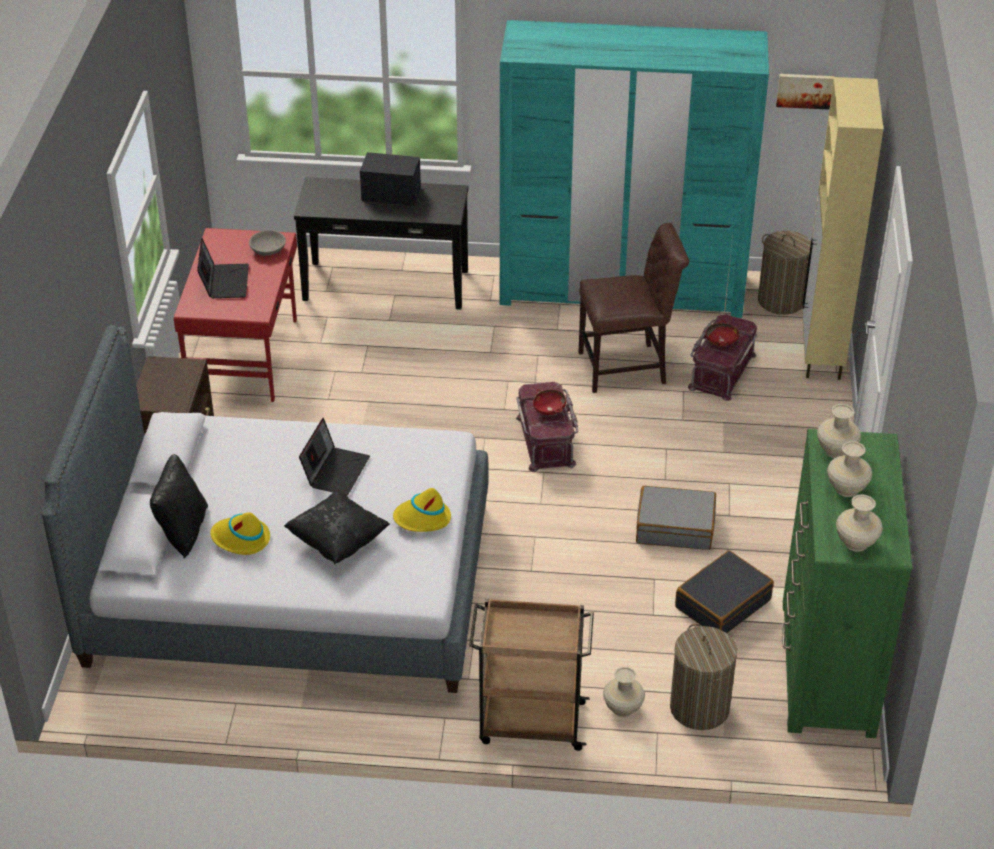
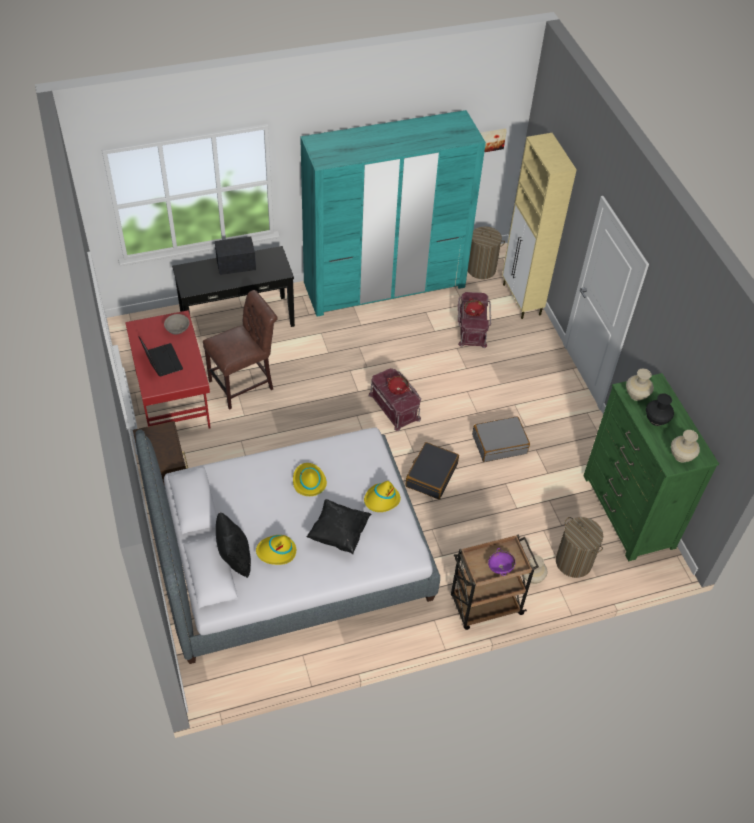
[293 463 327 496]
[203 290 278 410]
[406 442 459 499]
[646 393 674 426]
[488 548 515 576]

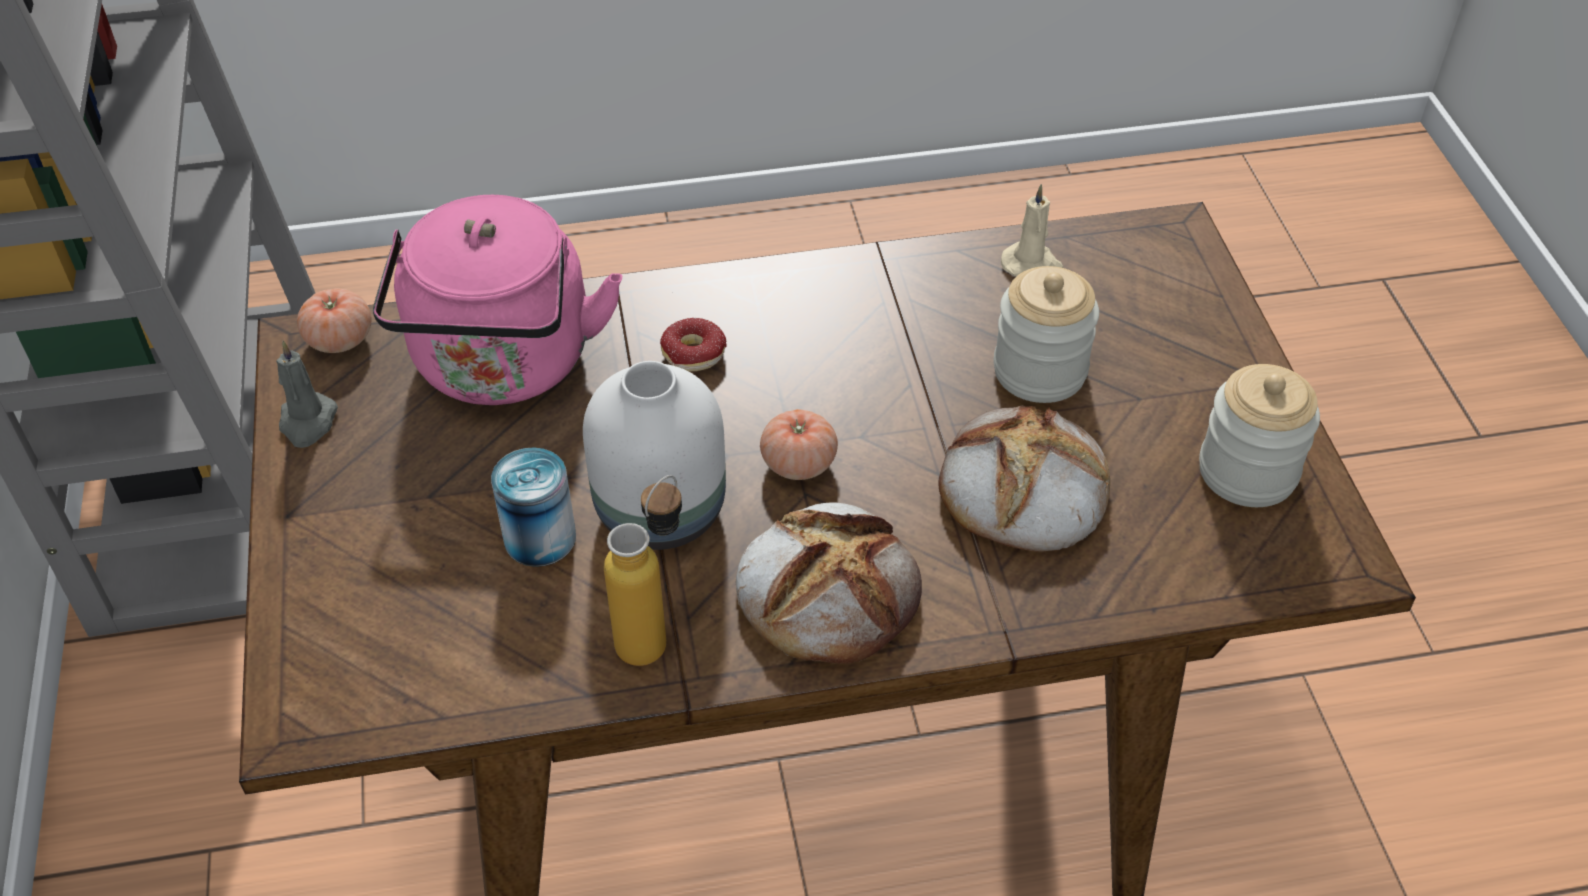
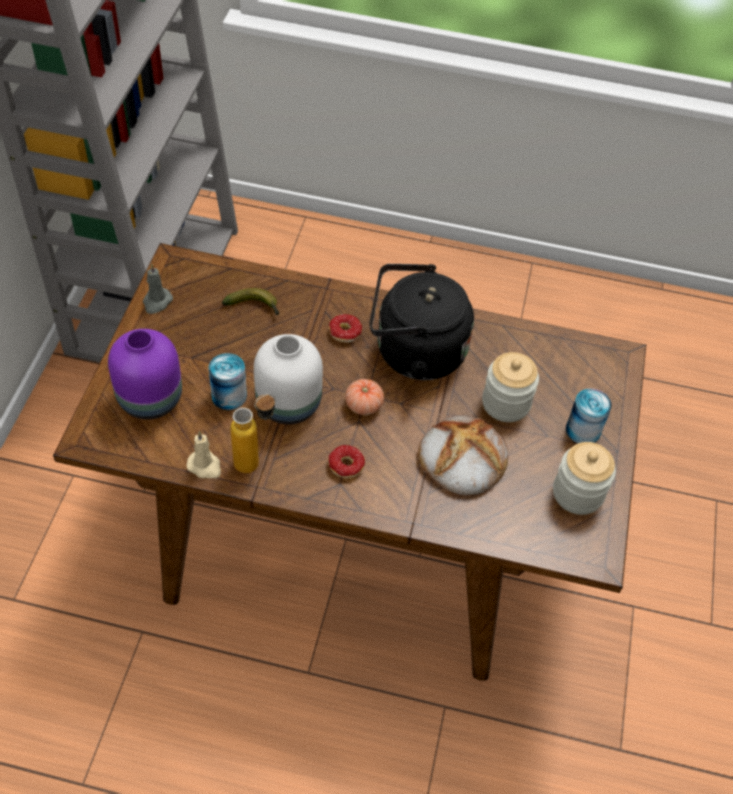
[297 288 372 353] (first image)
[222 288 279 315]
[328 445 365 478]
[186 431 221 478]
[108 329 182 420]
[370 264 474 380]
[566 388 612 443]

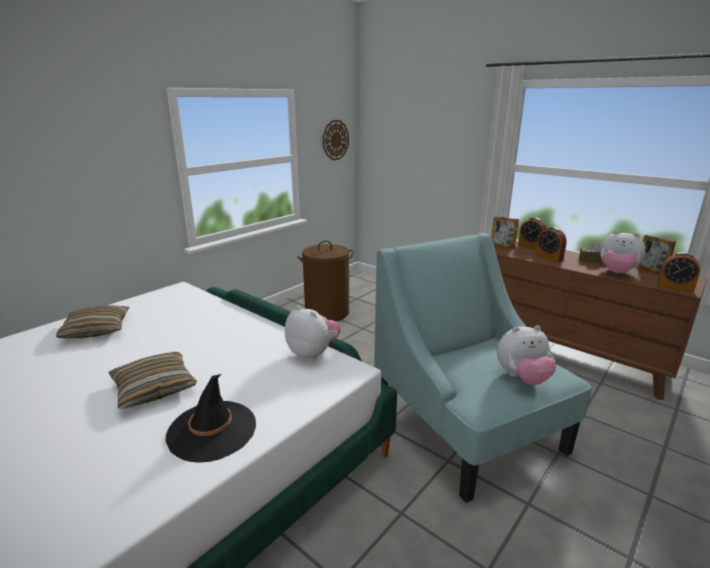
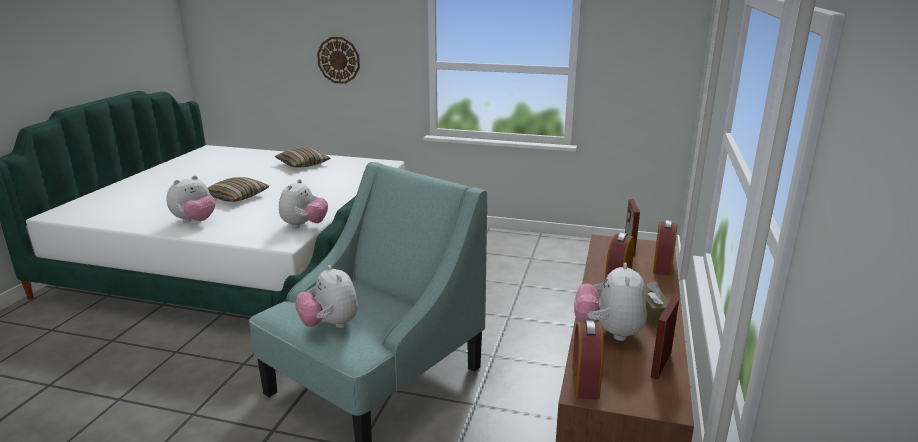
[166 176 215 222]
[297 241 354 321] (first image)
[317 37 360 84]

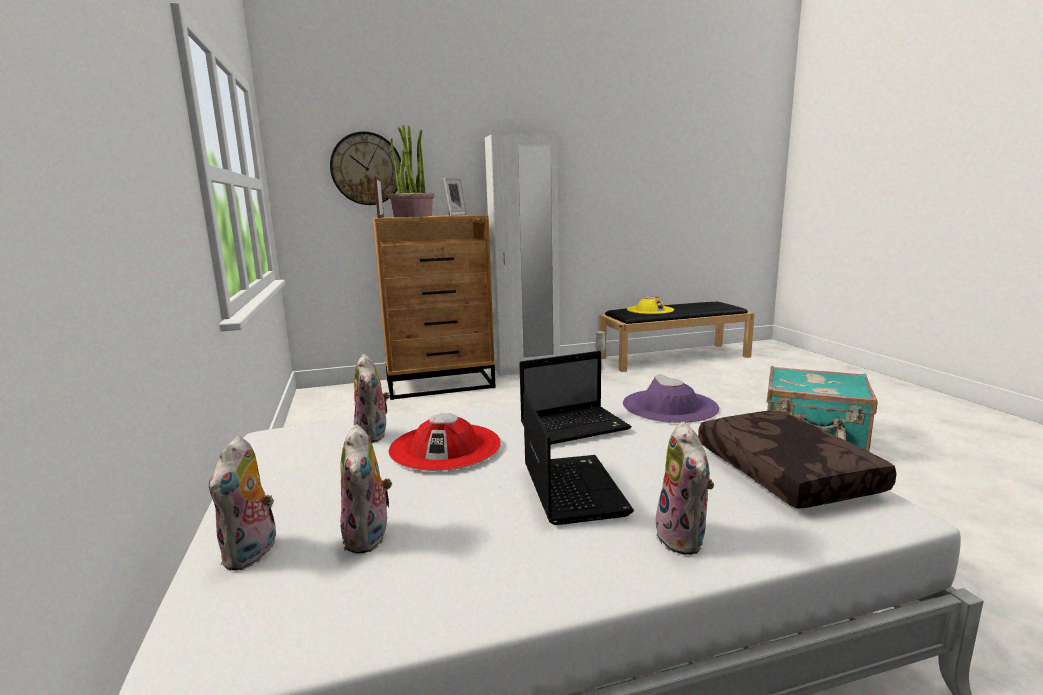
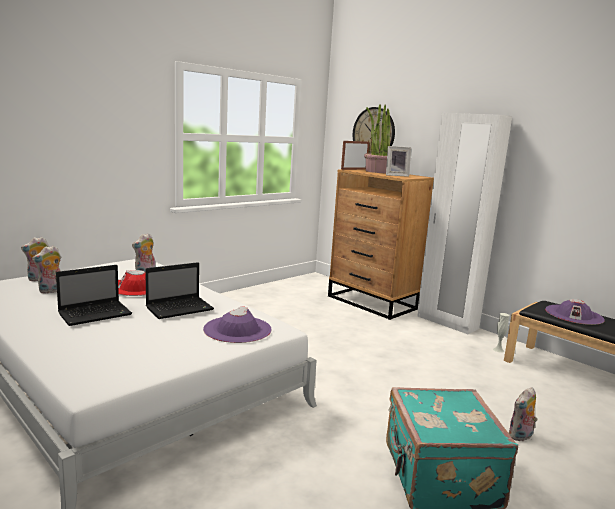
[145 262 214 319]
[545 299 605 325]
[508 387 537 441]
[698 411 896 509] (first image)

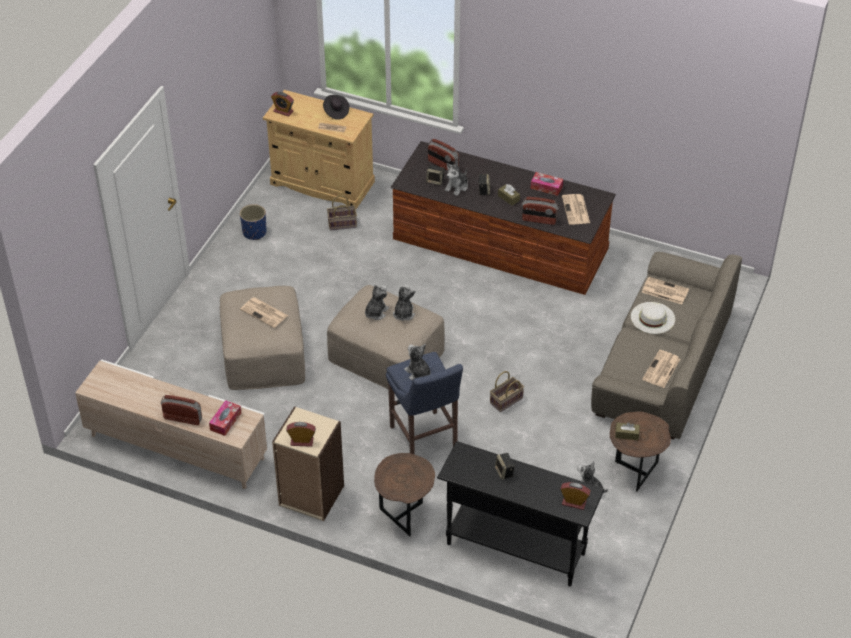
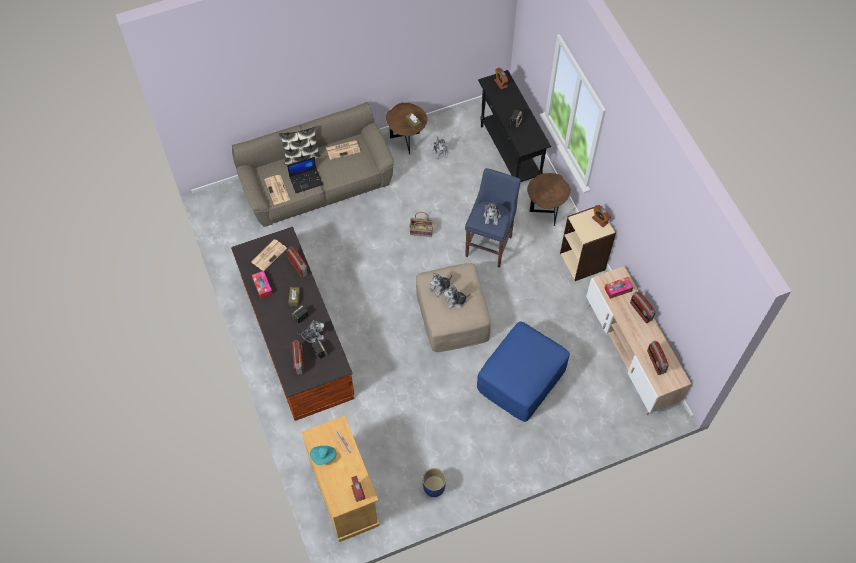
[477 322 570 422]
[240 297 288 328] (first image)
[310 446 336 465]
[327 195 357 230] (first image)
[287 157 323 193]
[279 126 321 165]
[647 341 669 375]

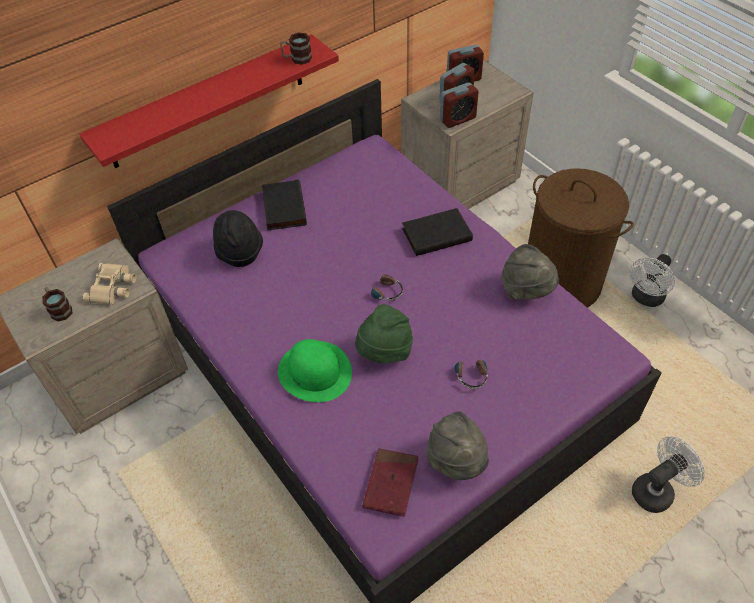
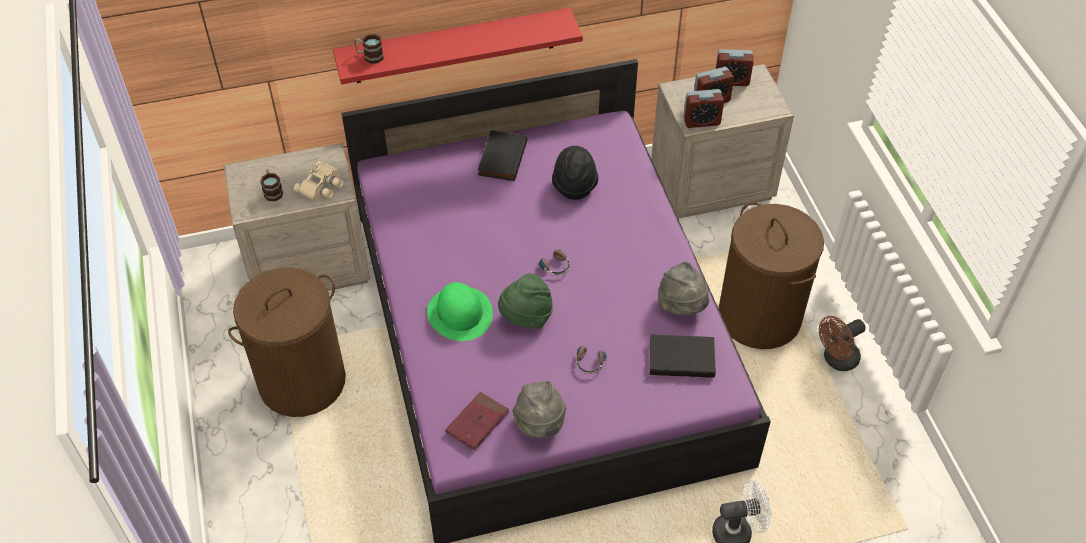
[552 146 598 200]
[354 34 384 64]
[650 334 716 378]
[819 316 866 371]
[228 267 346 417]

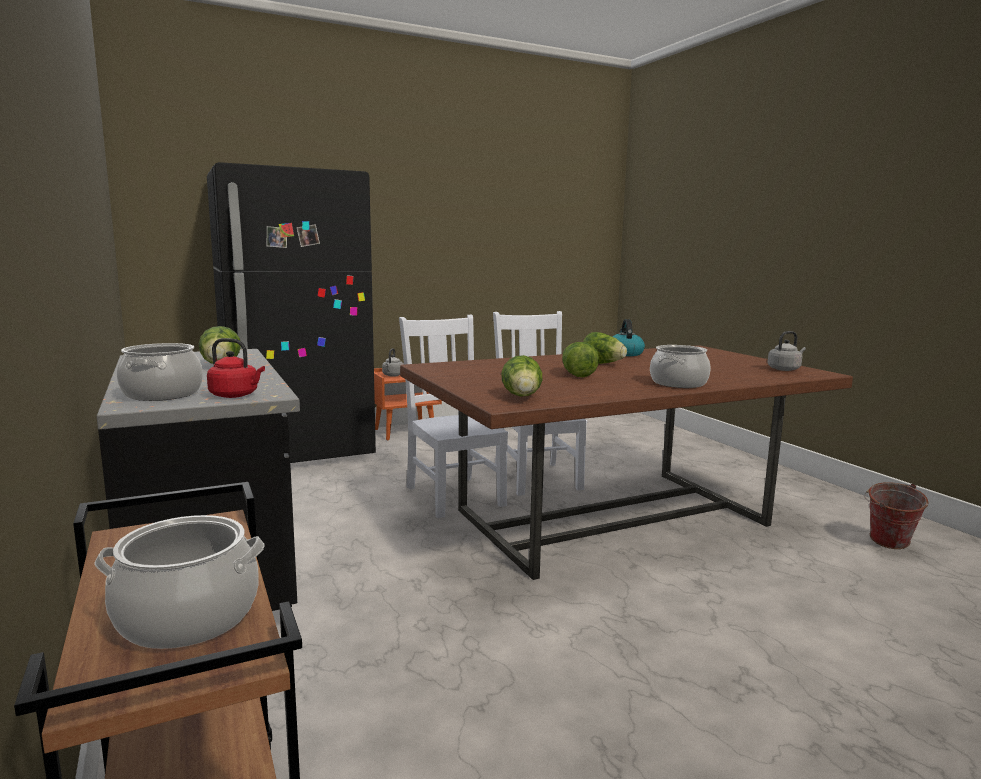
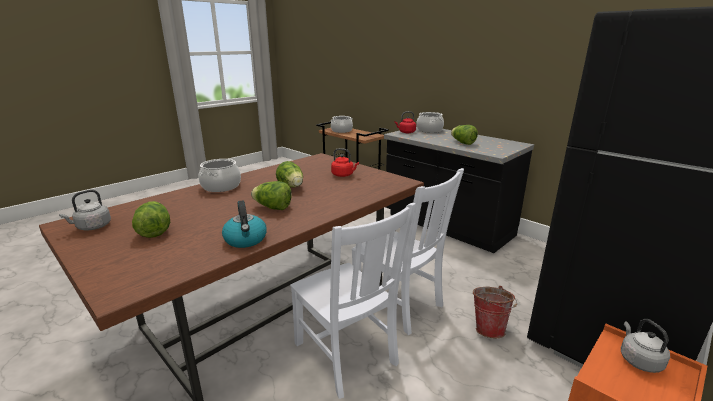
[132 201 170 238]
[473 286 517 338]
[331 148 359 177]

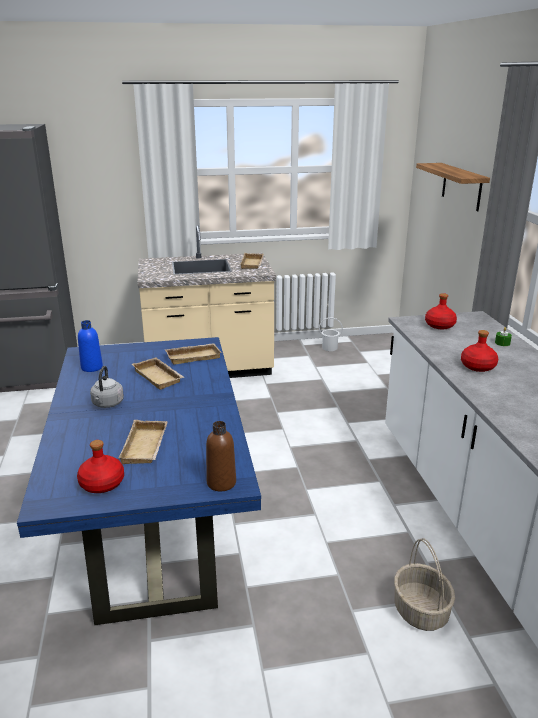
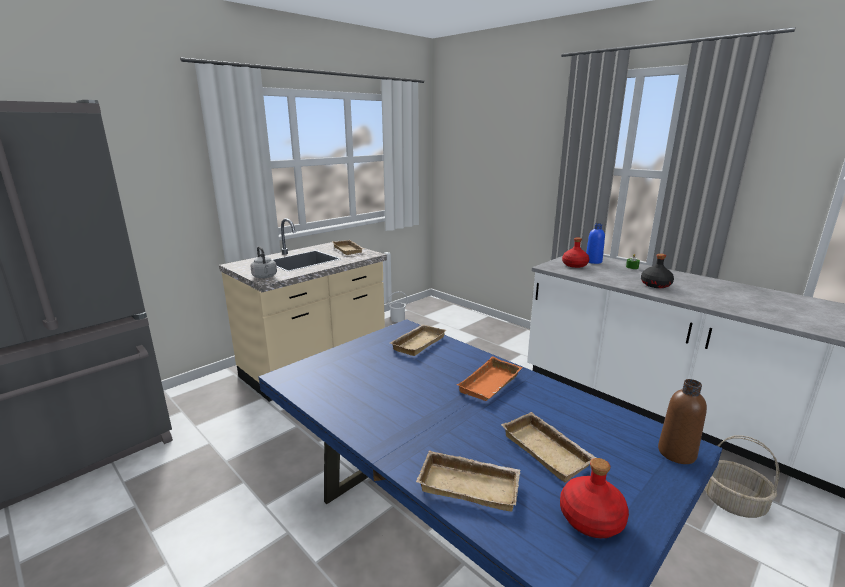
[586 223 605 264]
[250 246 277 278]
[416 451 520 512]
[416 163 490 211] (first image)
[641 254 674 288]
[457 356 523 401]

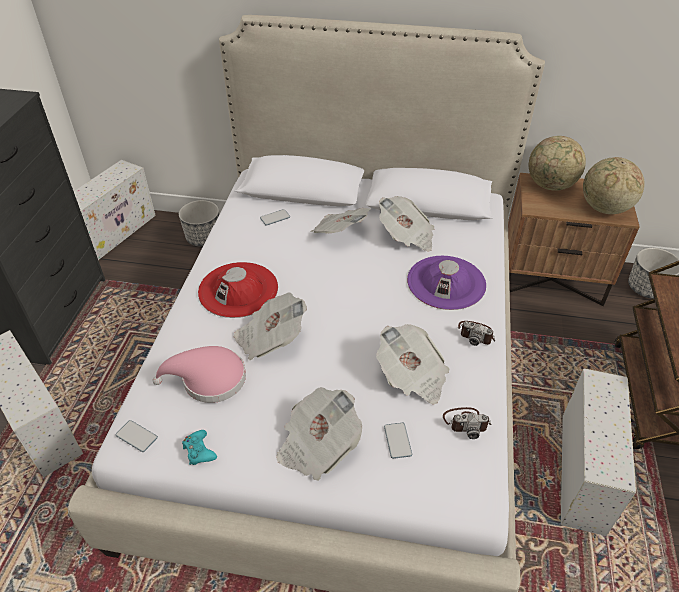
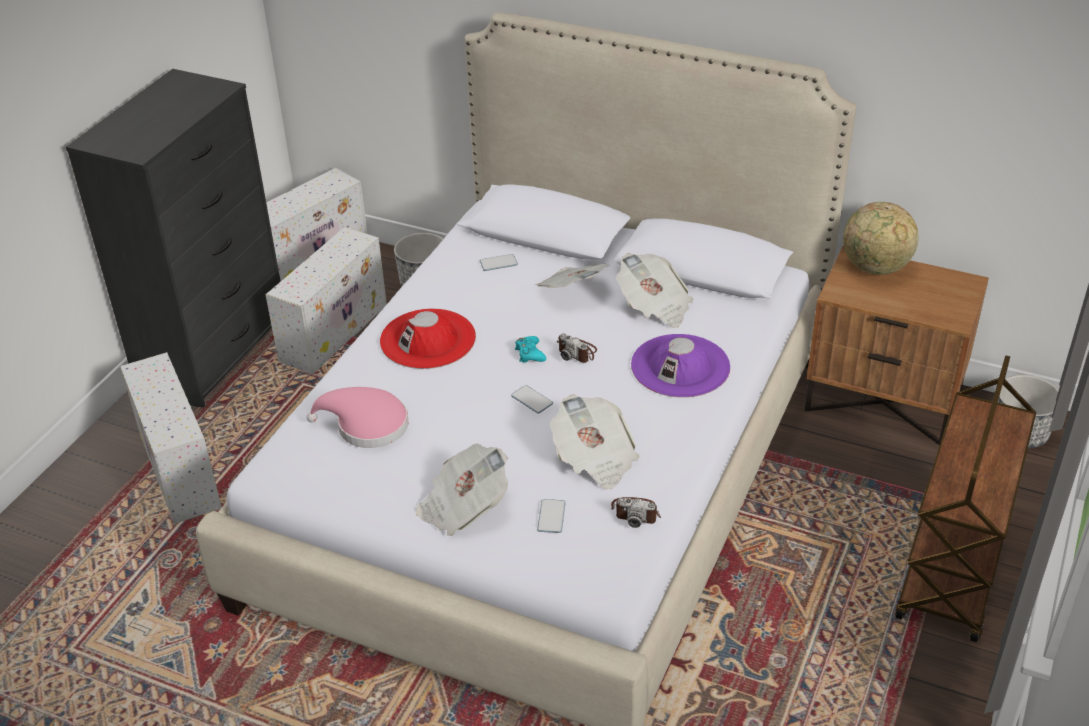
[511 385 553 413]
[515 336 546 363]
[234 293 307 360] (first image)
[556 333 597 363]
[265 227 387 374]
[583 157 644 214] (first image)

